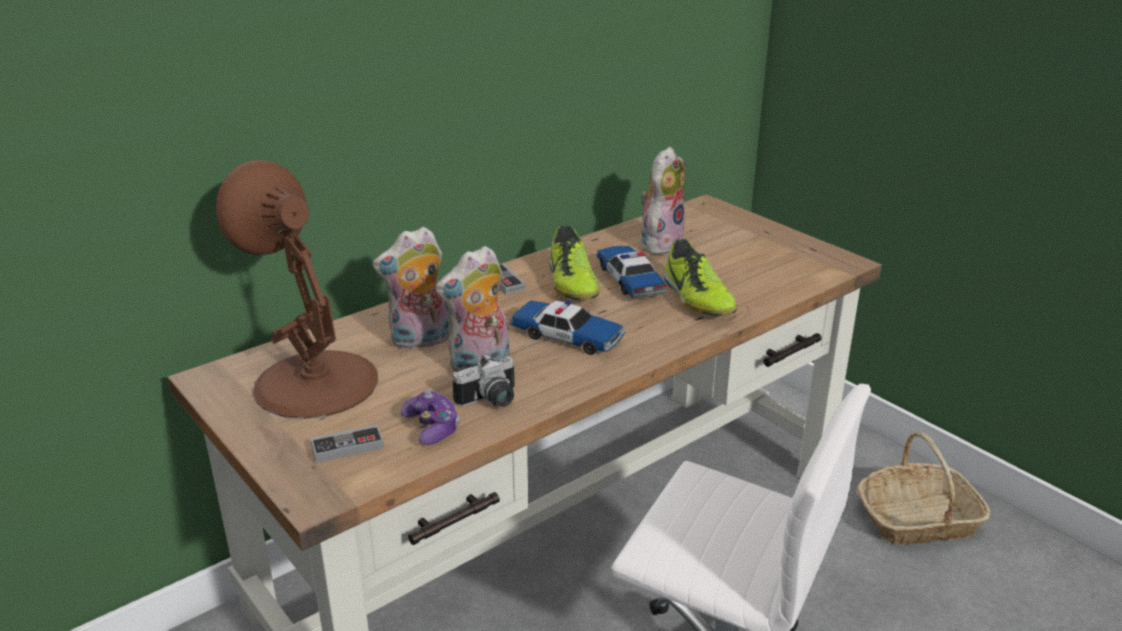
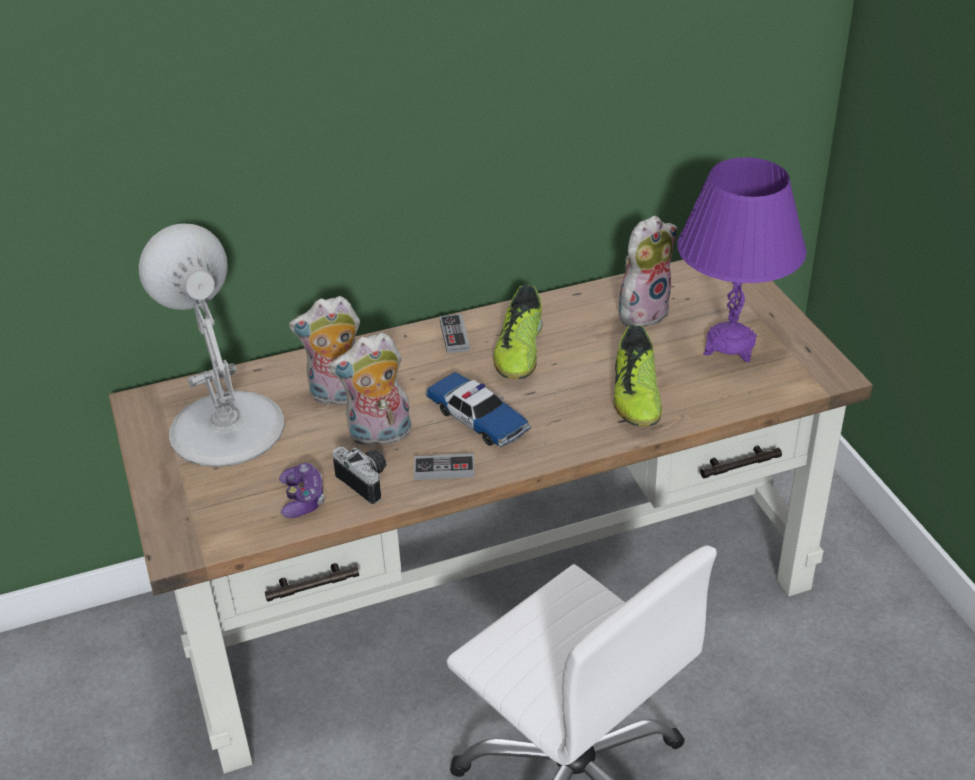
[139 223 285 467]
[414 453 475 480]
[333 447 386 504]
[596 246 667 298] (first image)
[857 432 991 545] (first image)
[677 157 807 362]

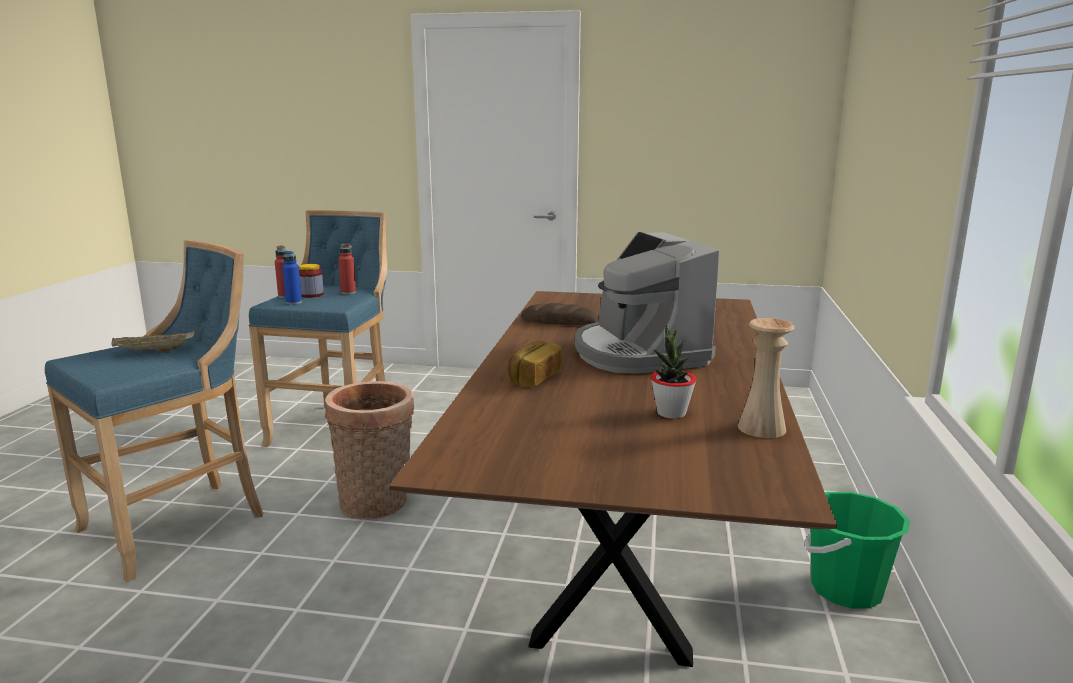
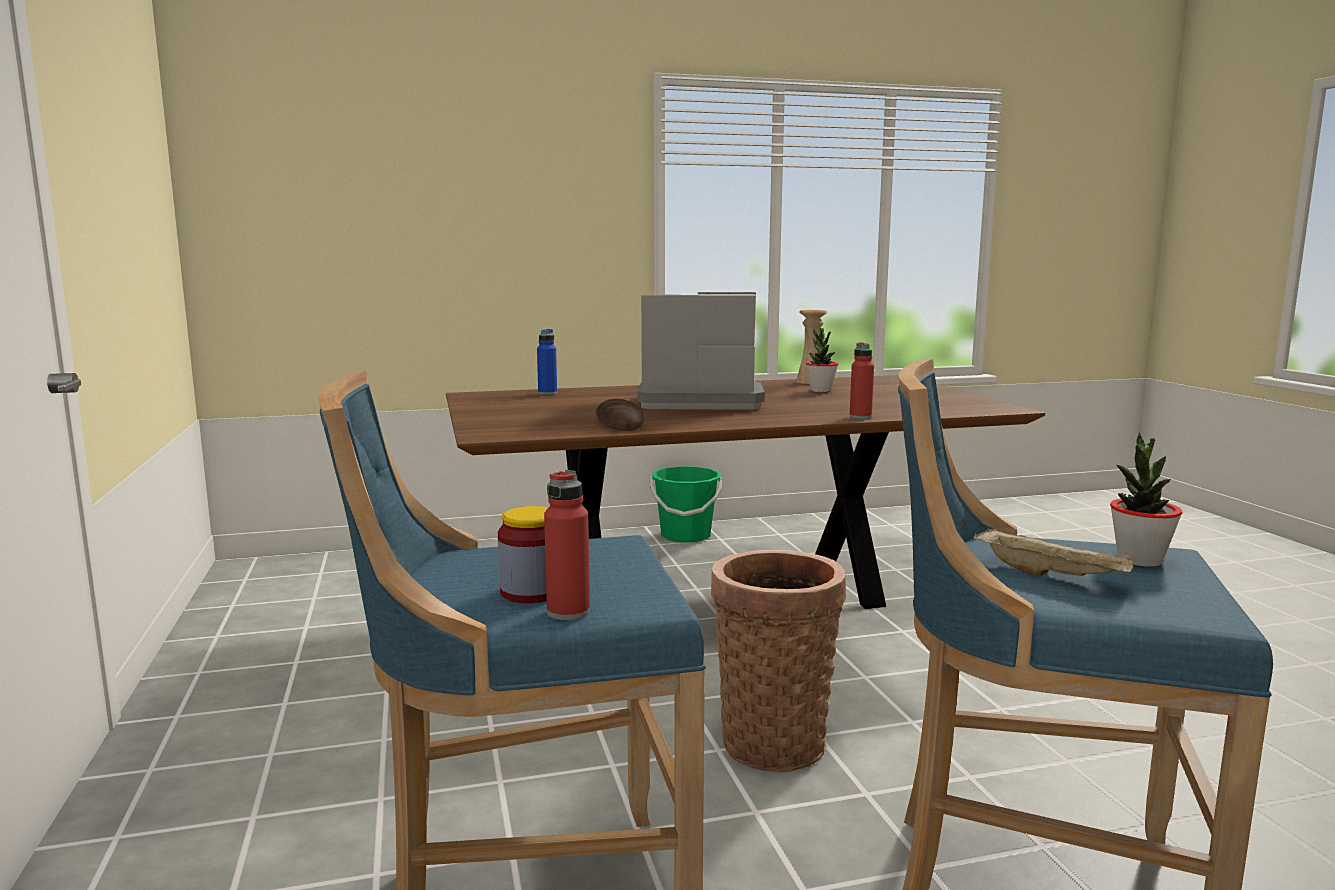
[537 329 557 395]
[850 342 874 419]
[508 341 562 387] (first image)
[637 292 765 410]
[1110 433 1183 567]

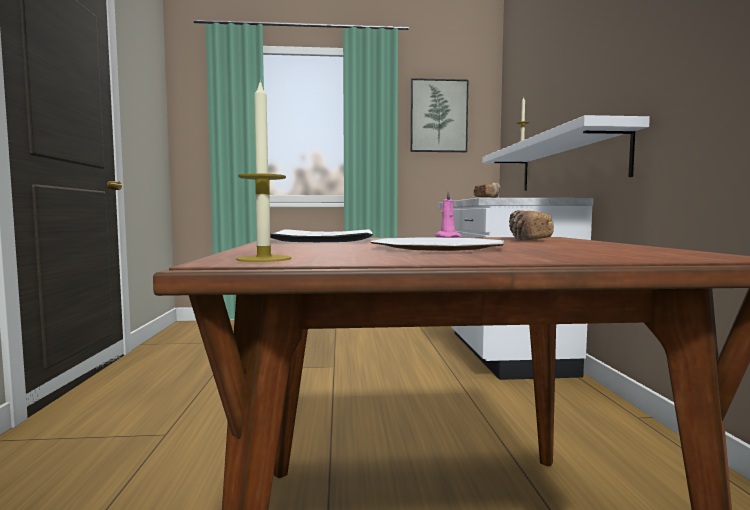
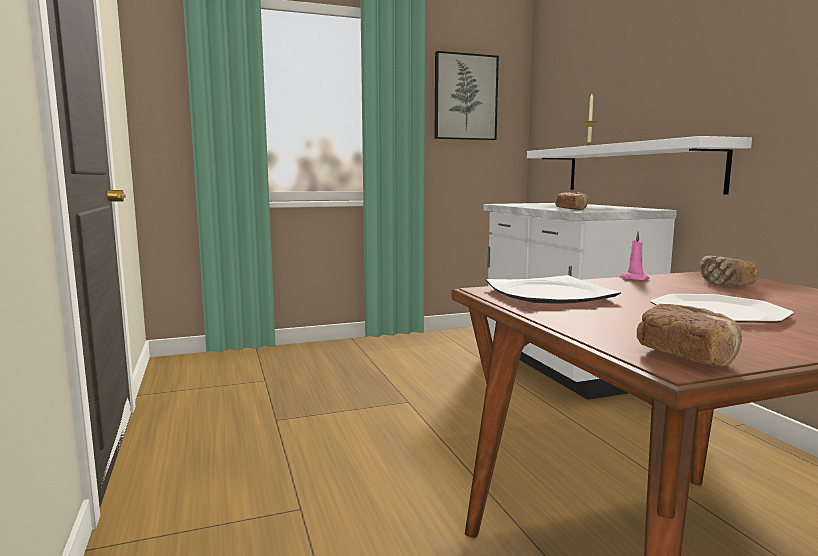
[637 304 742 366]

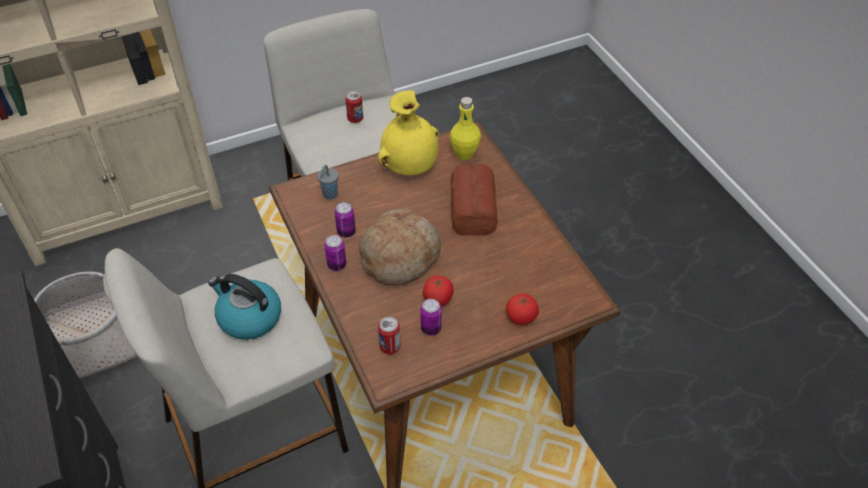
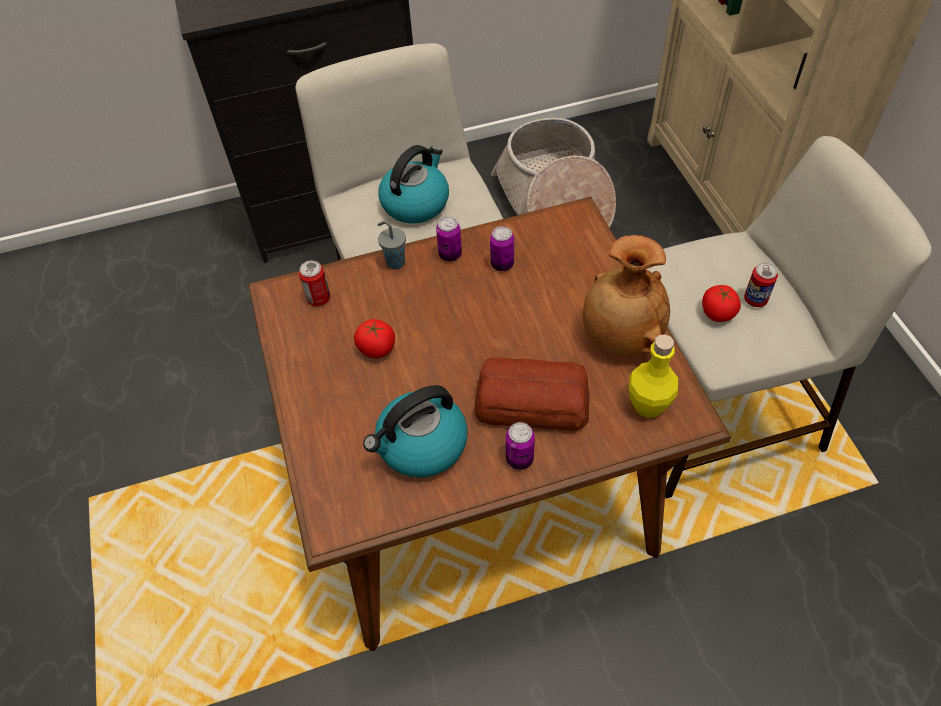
[378 221 406 269]
[359 209 441 286] (first image)
[583 235 670 355]
[506 422 535 470]
[702 285 741 322]
[363 385 468 477]

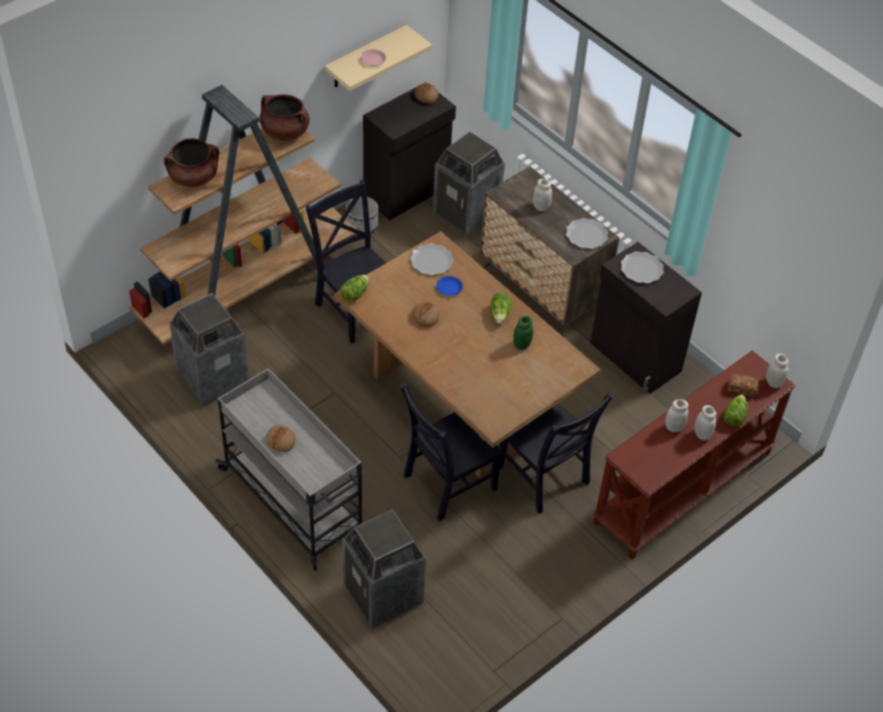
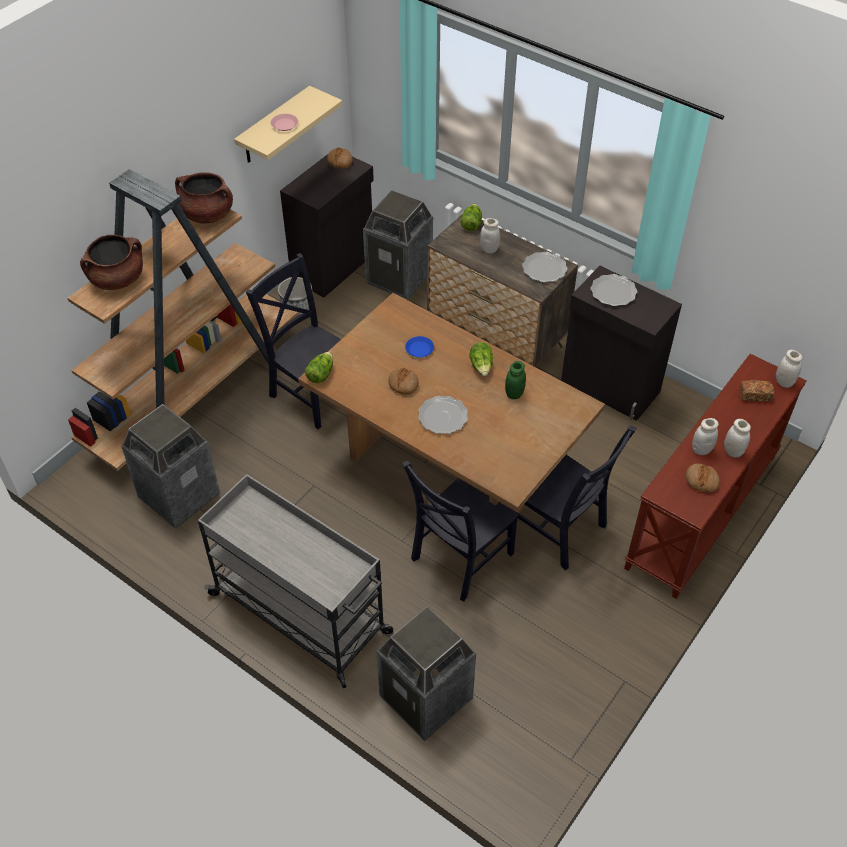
[686 463 720 492]
[418 396 468 434]
[461 203 482 231]

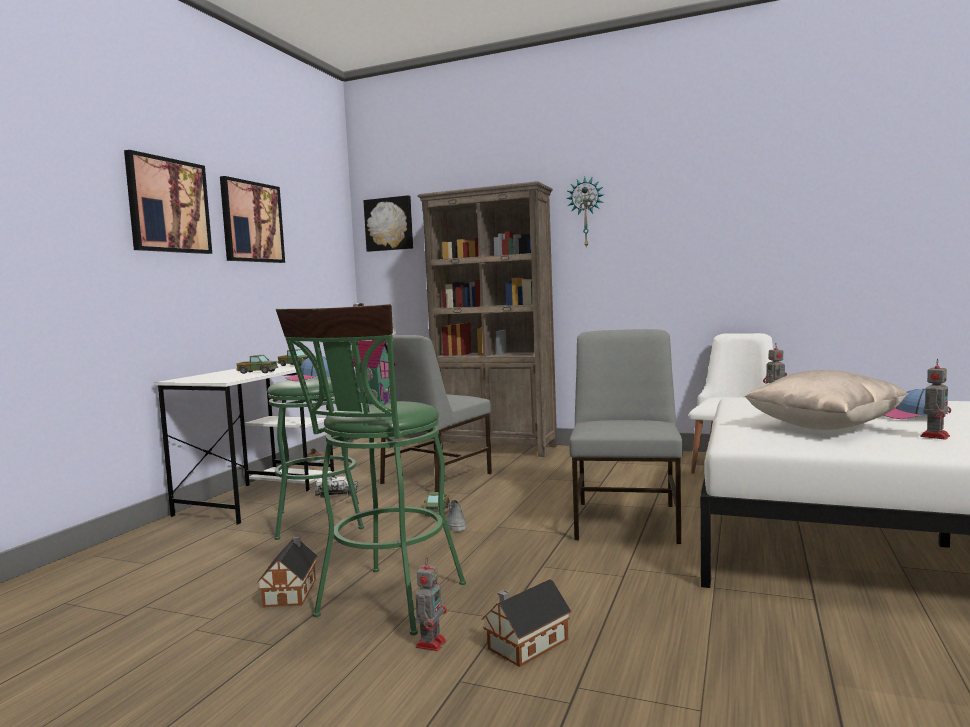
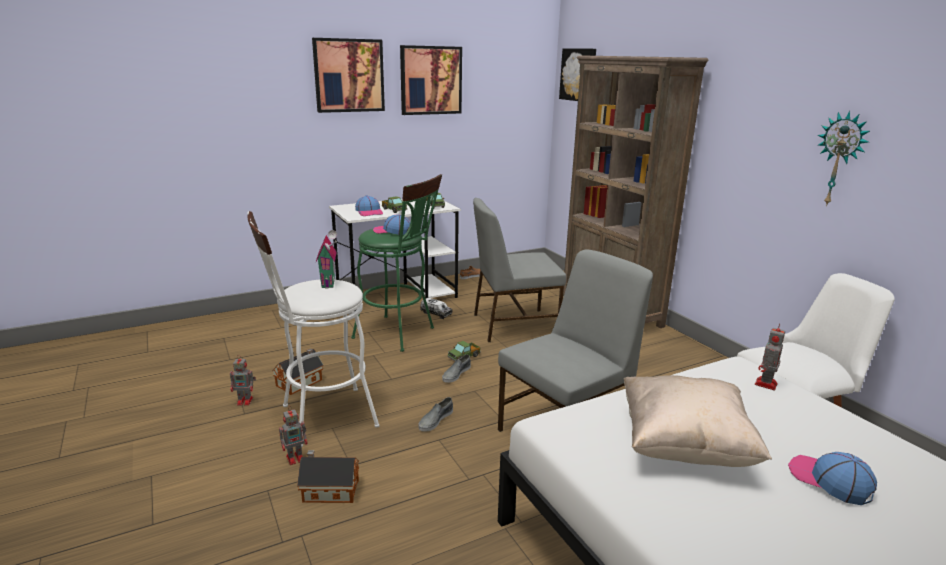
[247 211 380 447]
[817 111 870 206]
[230 355 256 406]
[355 195 383 216]
[419 397 453 432]

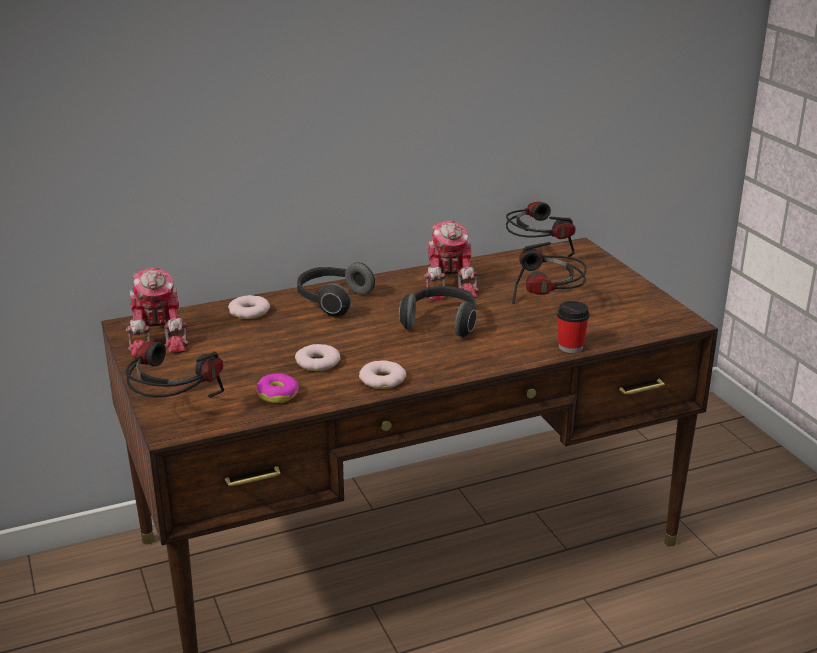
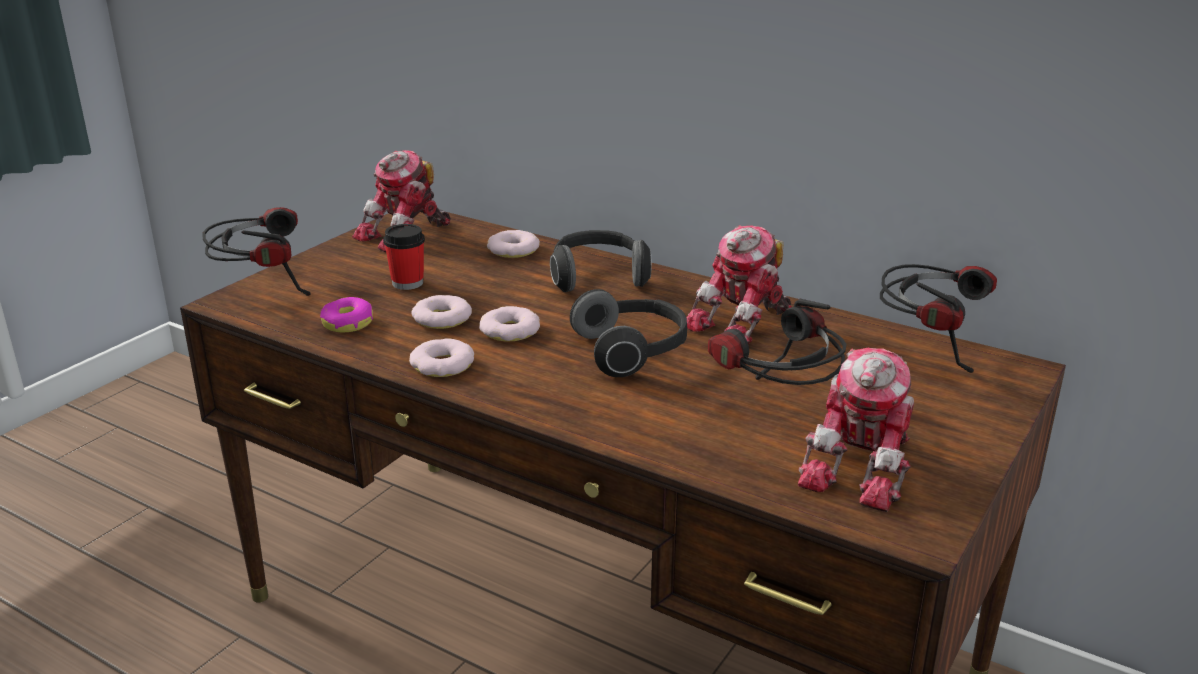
[383 224 425 290]
[479 306 540 342]
[798 348 914 512]

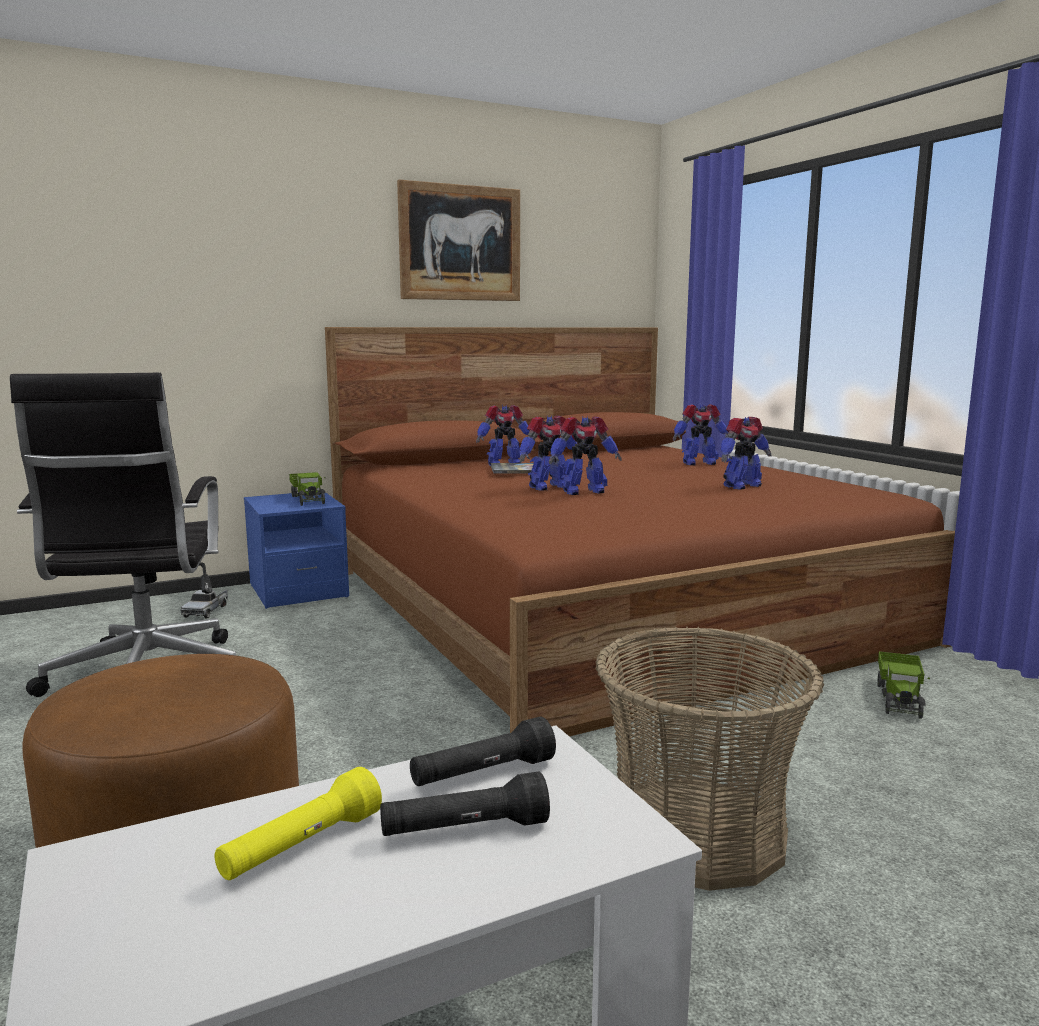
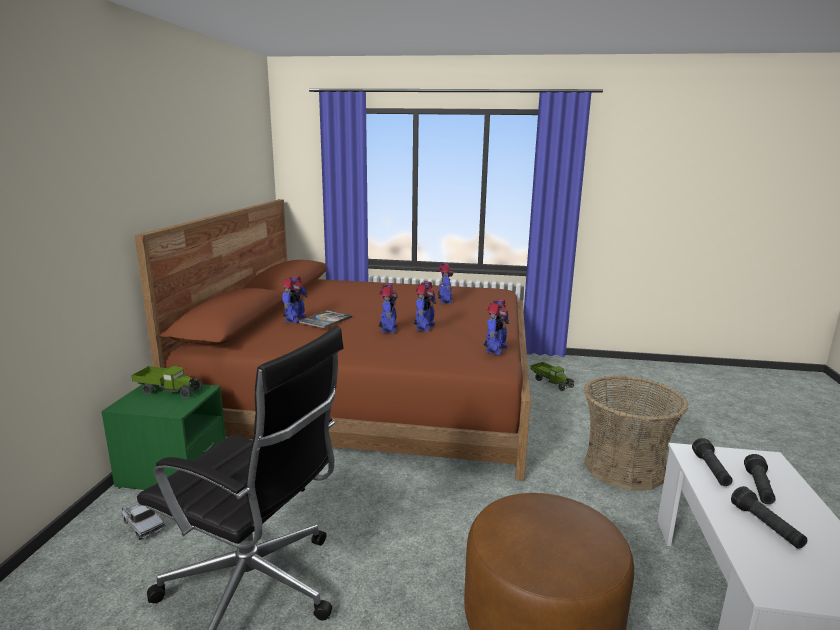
[731 486 807 549]
[101 384 226 490]
[397 180 520 301] (first image)
[484 299 509 355]

